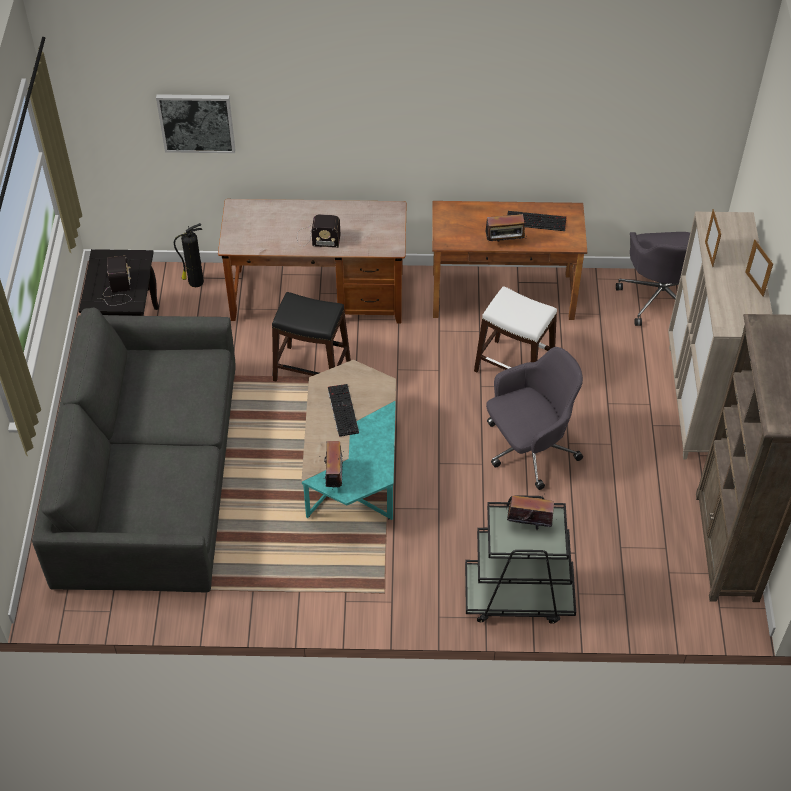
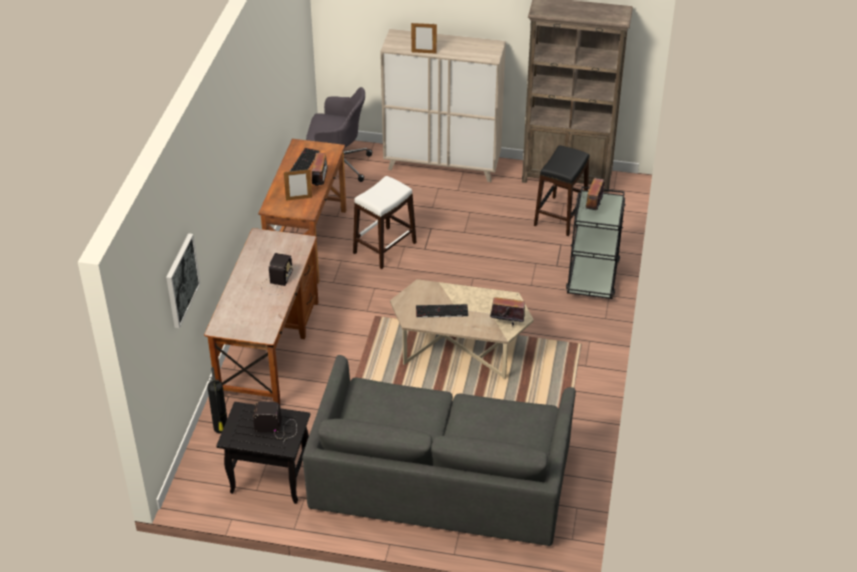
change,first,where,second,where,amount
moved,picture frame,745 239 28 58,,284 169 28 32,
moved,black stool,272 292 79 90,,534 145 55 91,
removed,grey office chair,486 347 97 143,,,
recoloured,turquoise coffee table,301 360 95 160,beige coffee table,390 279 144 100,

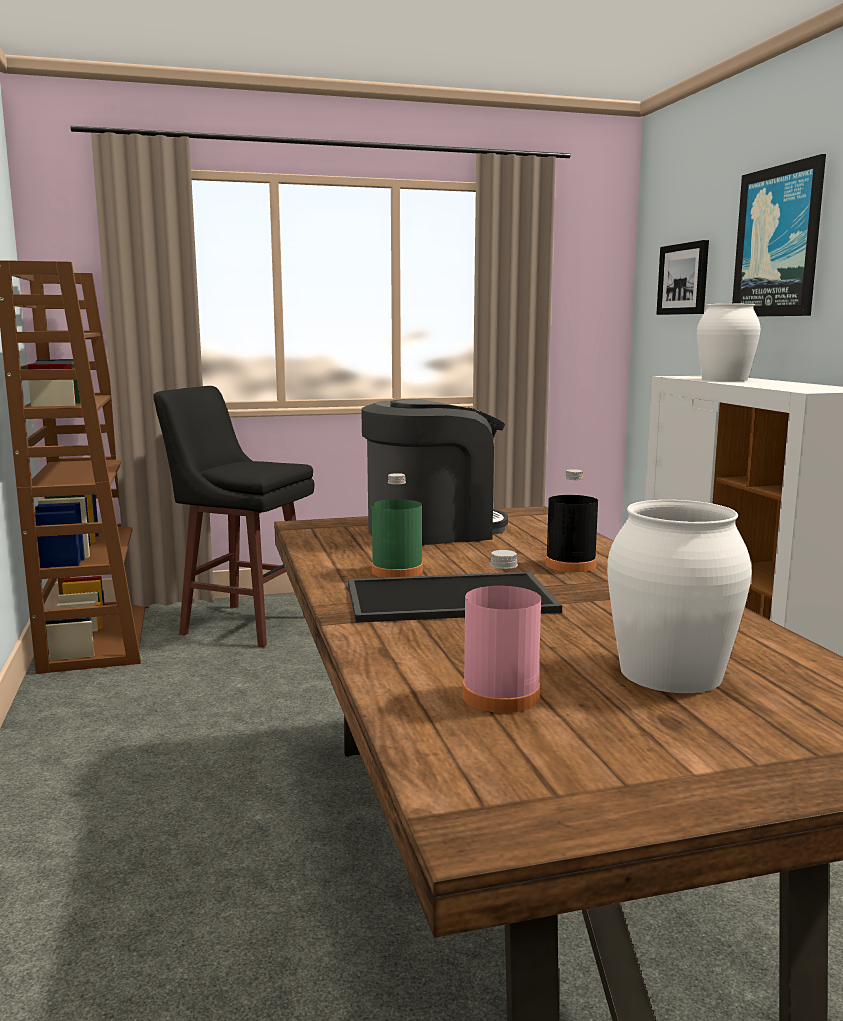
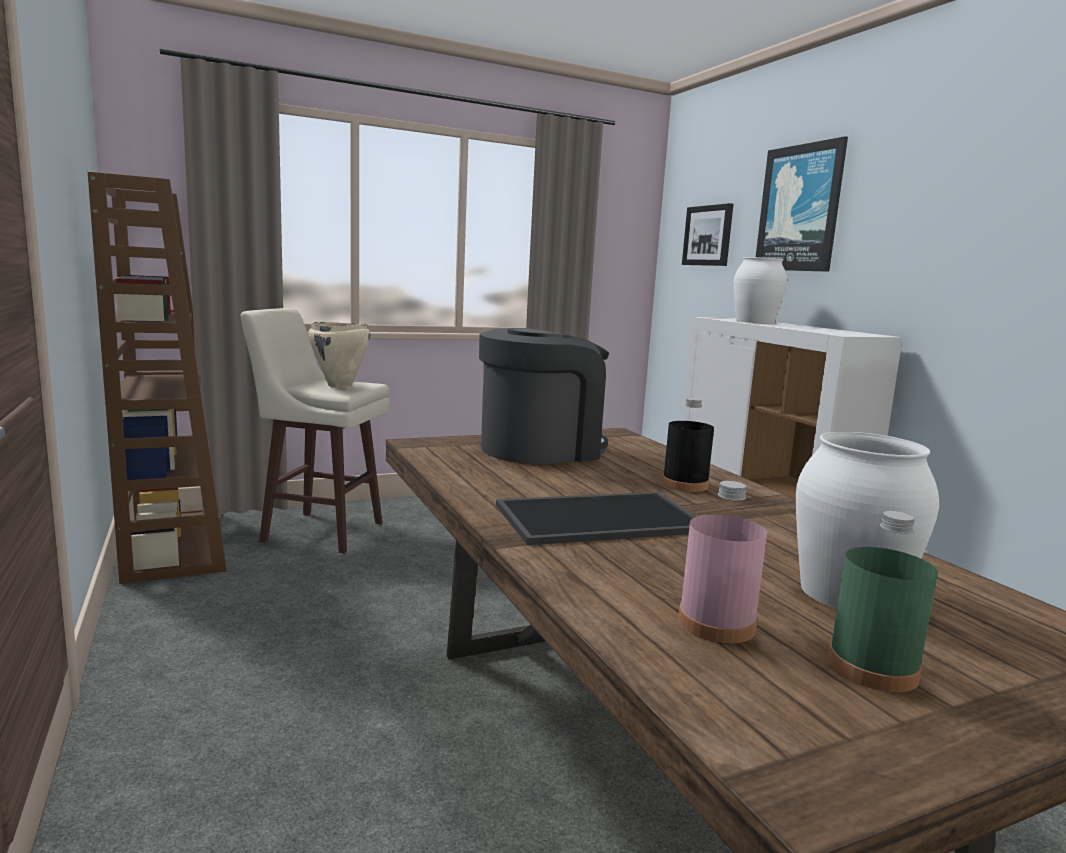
change,first,where,second,where,amount
recoloured,black stool,153 386 161 262,beige stool,241 308 149 245,
moved,green bottle,372 473 51 105,,828 511 110 181,
added,,,beige cooking pot,308 322 62 66,

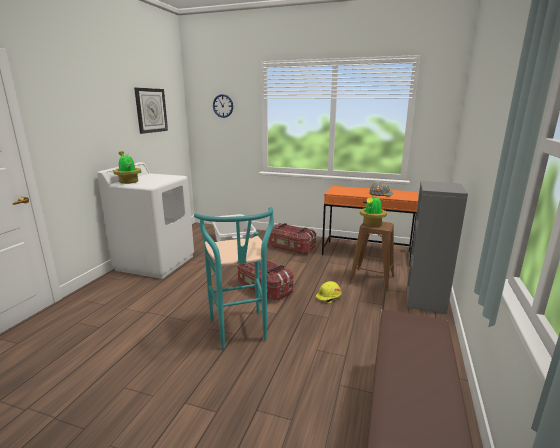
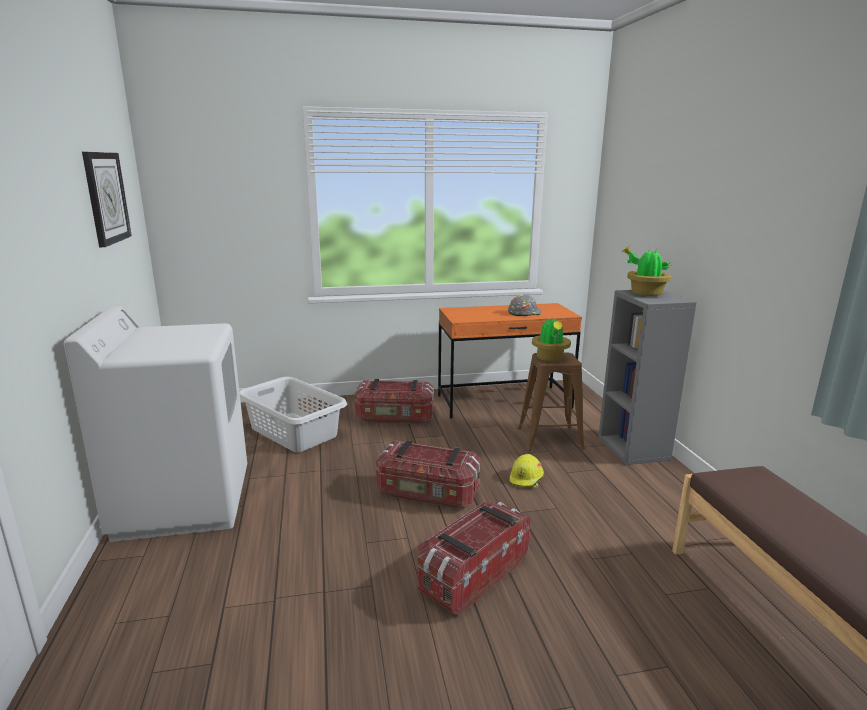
change,first,where,second,where,amount
removed,wall clock,213 94 20 24,,,
moved,potted plant,113 151 28 33,,621 246 50 50,
replaced,turquoise stool,194 207 80 142,storage box,417 502 113 114,

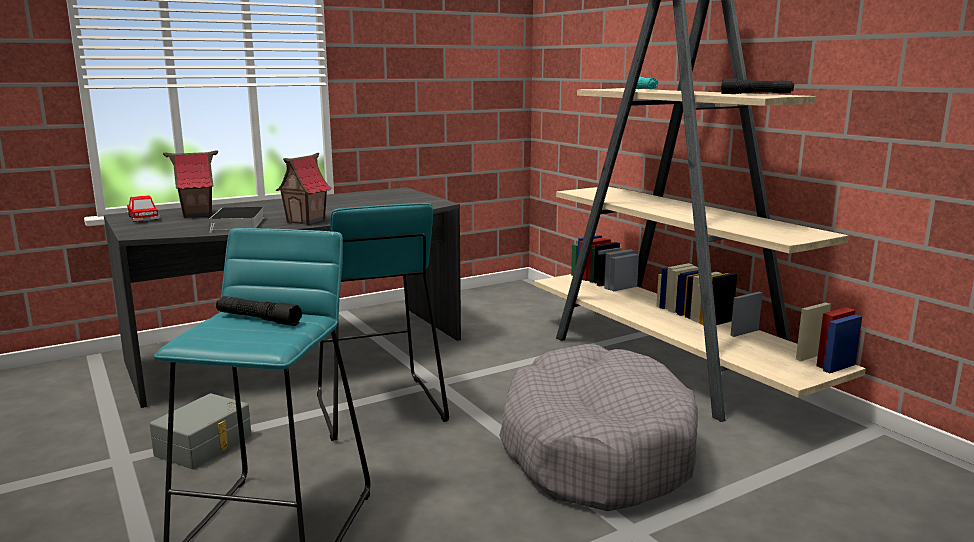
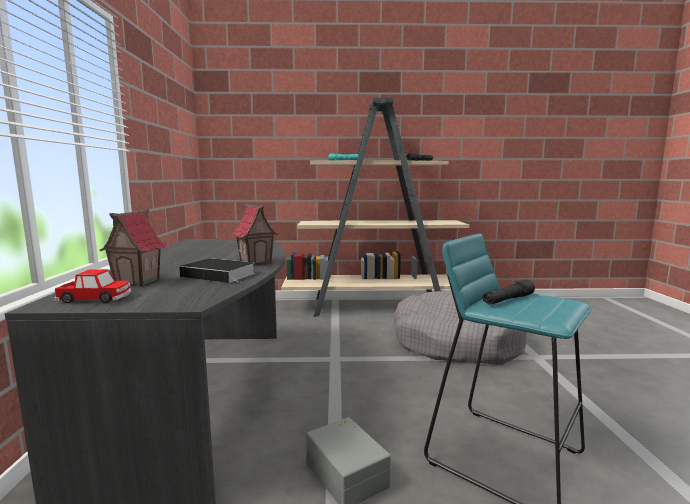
change,first,where,second,where,amount
removed,turquoise stool,317 203 132 238,,,

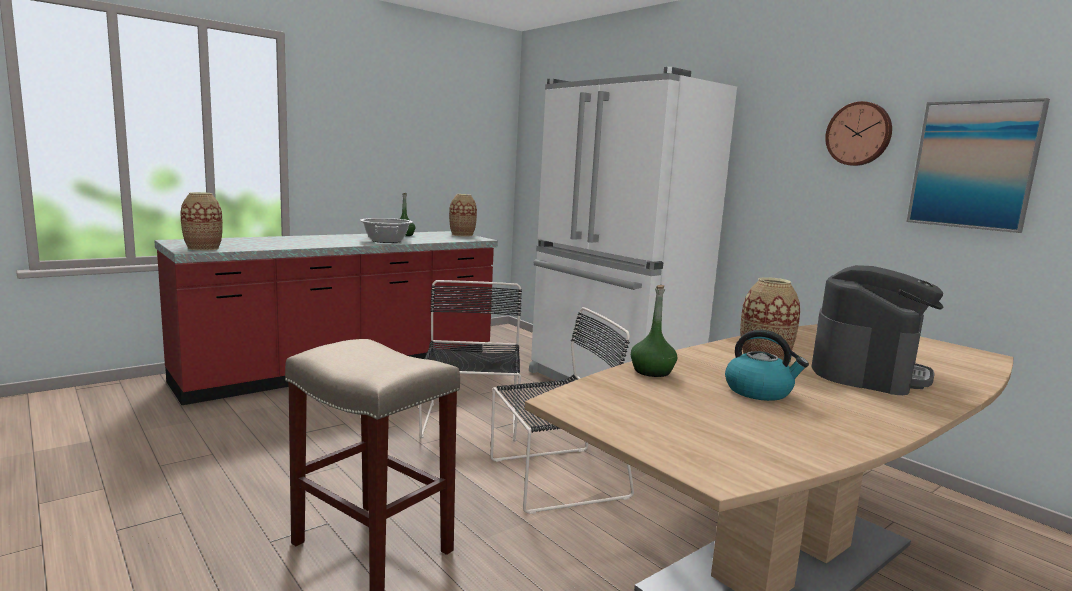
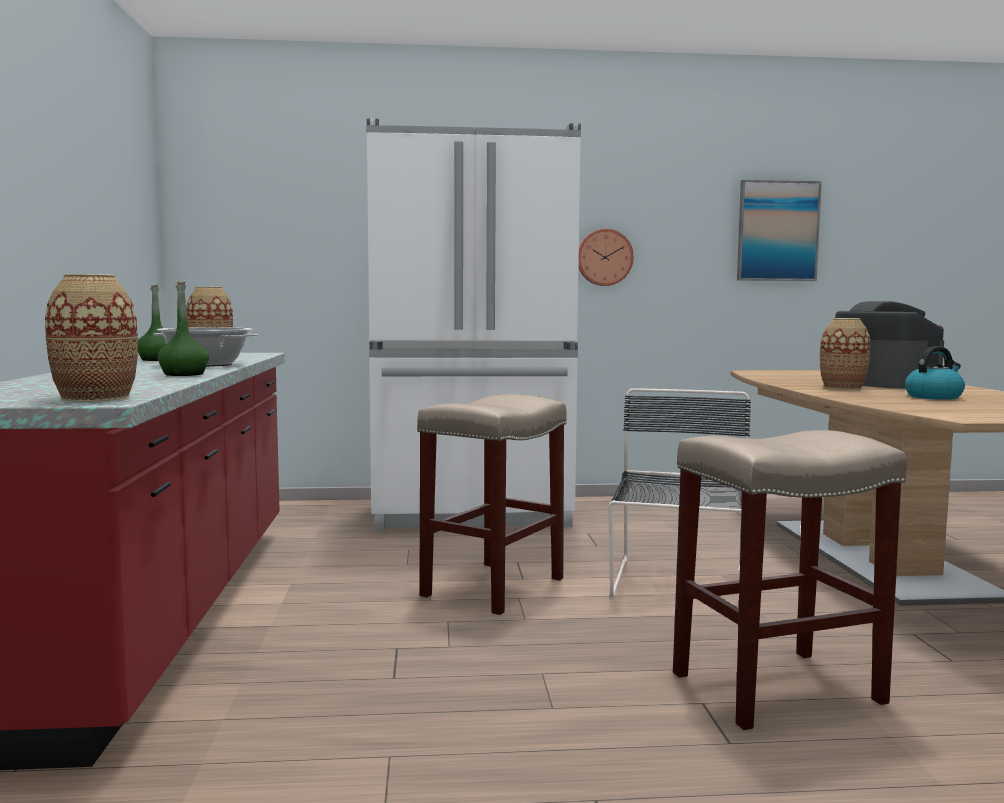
change,first,where,second,where,amount
moved,wall clock,825 101 67 65,,579 229 54 57,
replaced,black chair,419 280 103 162,beige stool,417 394 150 221,
moved,green bottle,631 285 46 92,,158 281 51 95,

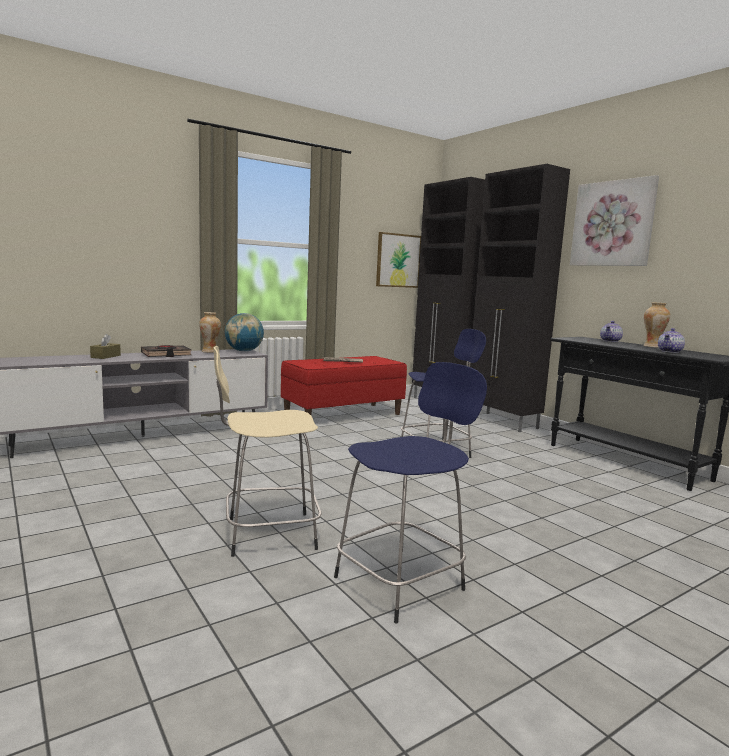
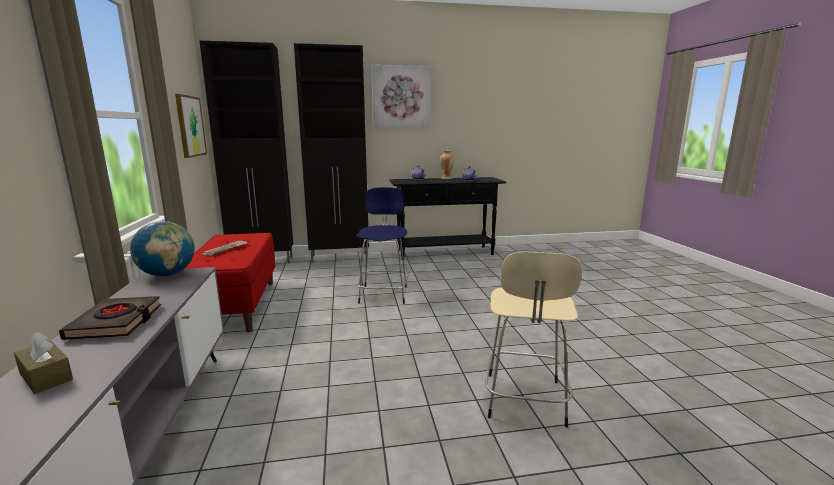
change,first,where,second,where,amount
removed,vase,199 312 22 41,,,
removed,blue stool,334 362 153 262,,,

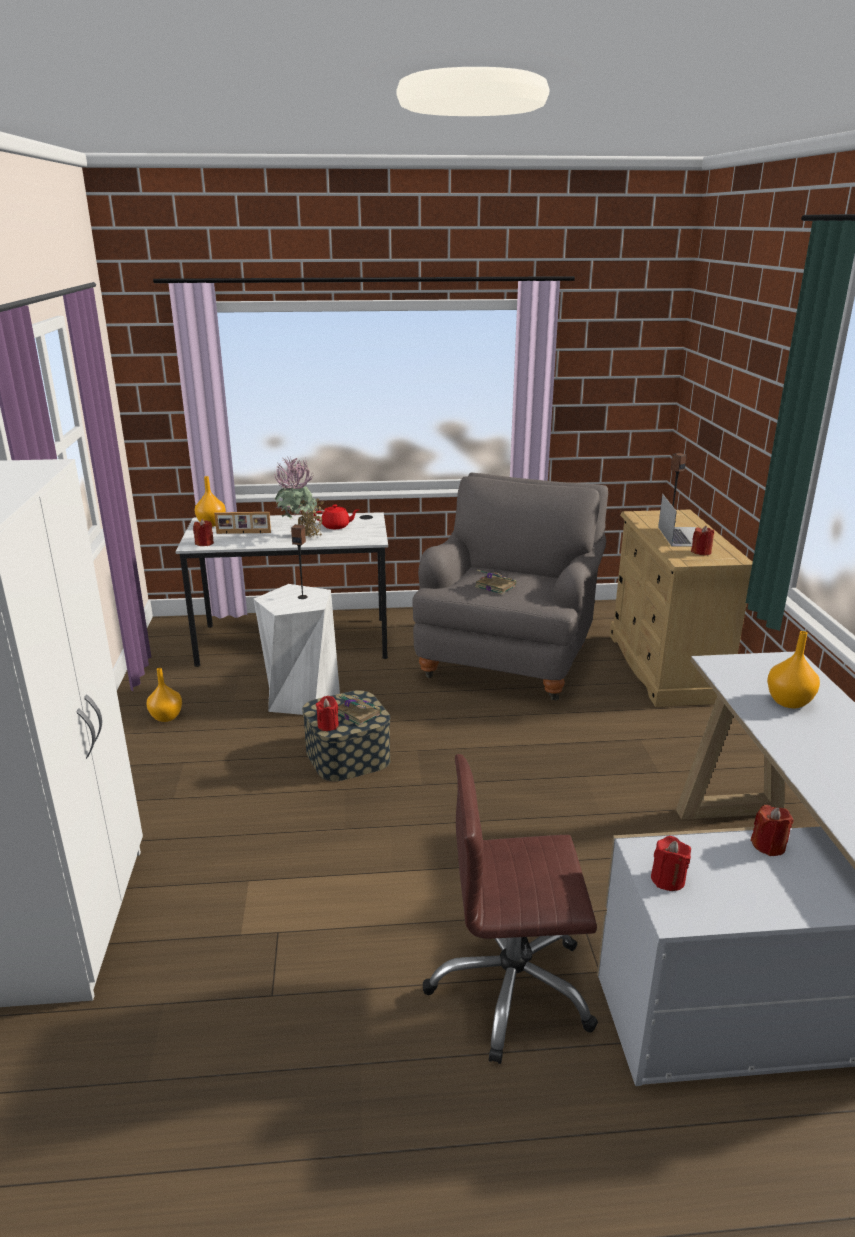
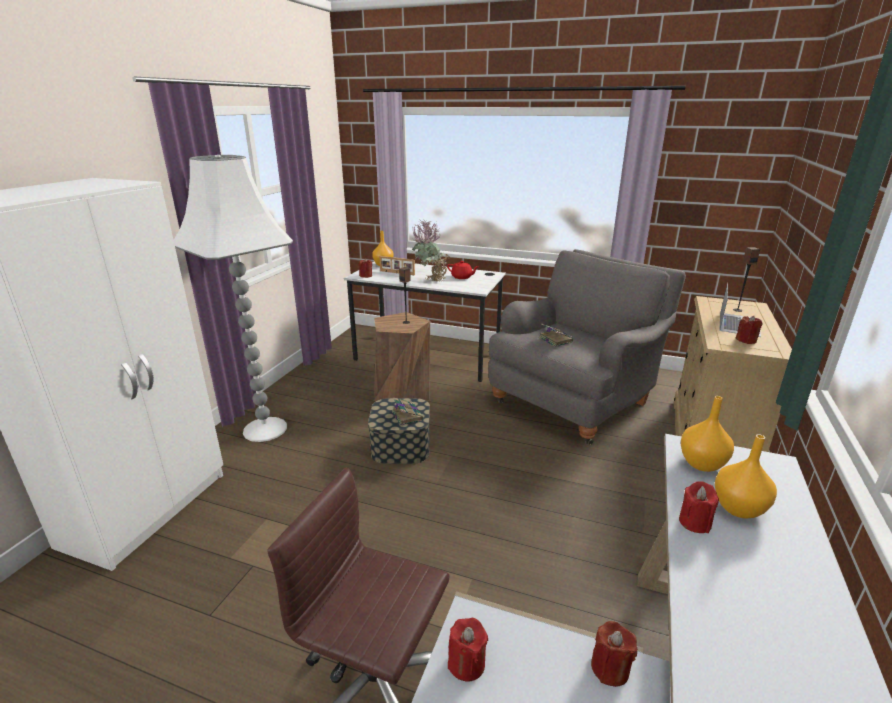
change,first,where,second,where,amount
recoloured,white stool,254 584 86 131,brown stool,374 312 56 89,
moved,orange vase,147 668 35 54,,681 396 53 76,
moved,red candle,316 696 23 35,,679 481 40 52,
added,,,white floor lamp,174 155 119 287,

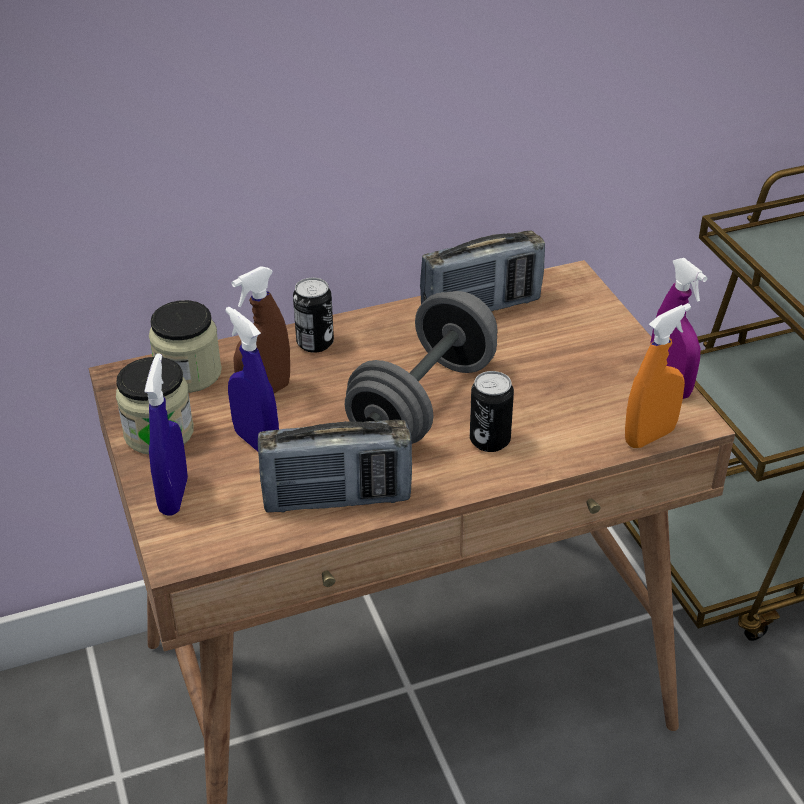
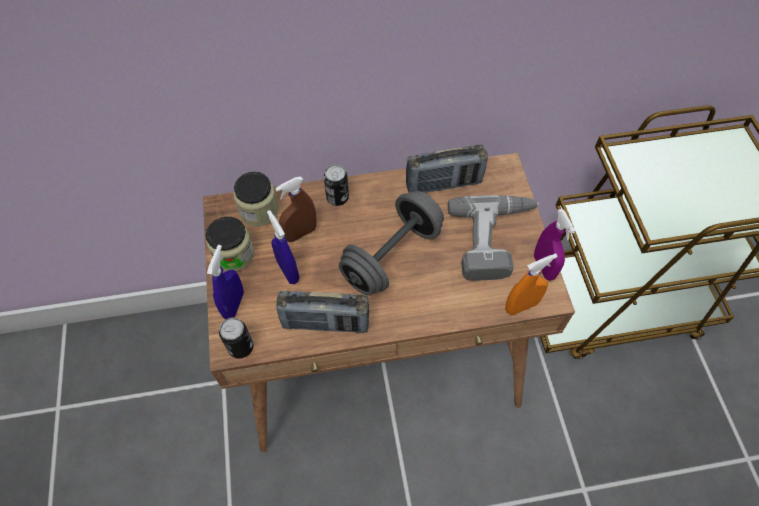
change,first,where,second,where,amount
moved,can,470 371 44 81,,219 318 34 41,
added,,,power drill,448 195 91 86,

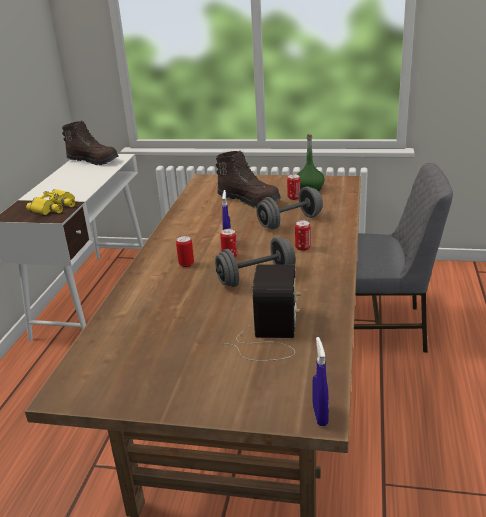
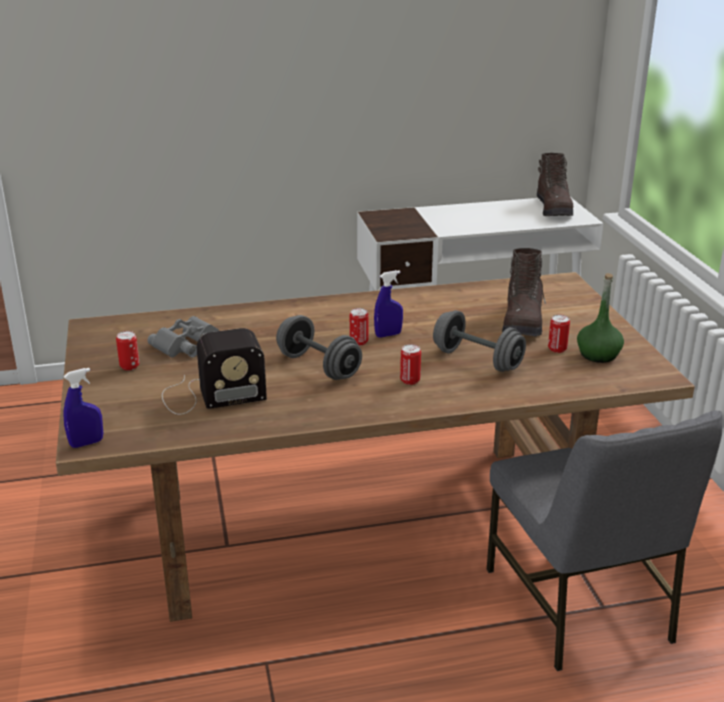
change,first,where,second,where,amount
removed,yellow binoculars,26 189 49 26,,,
moved,can,176 236 18 31,,116 331 23 39,
added,,,grey binoculars,148 316 71 42,

